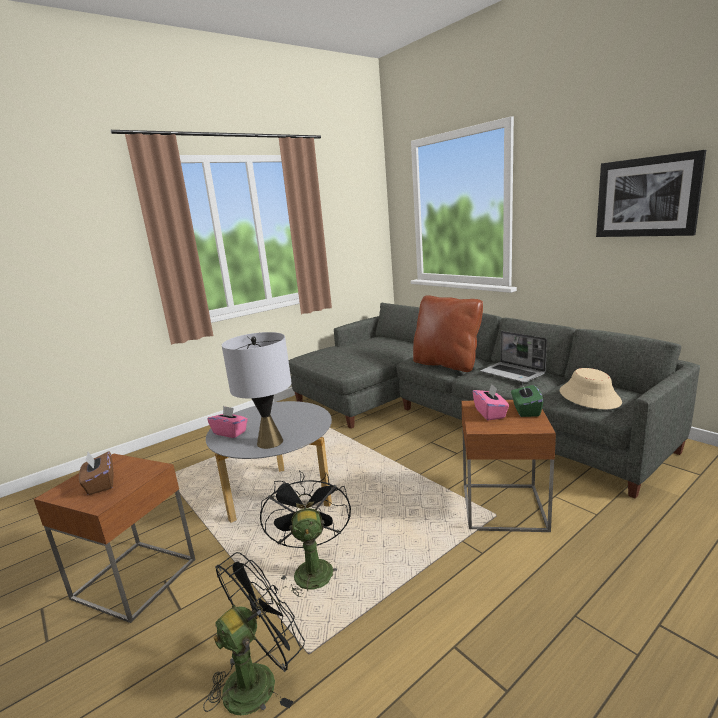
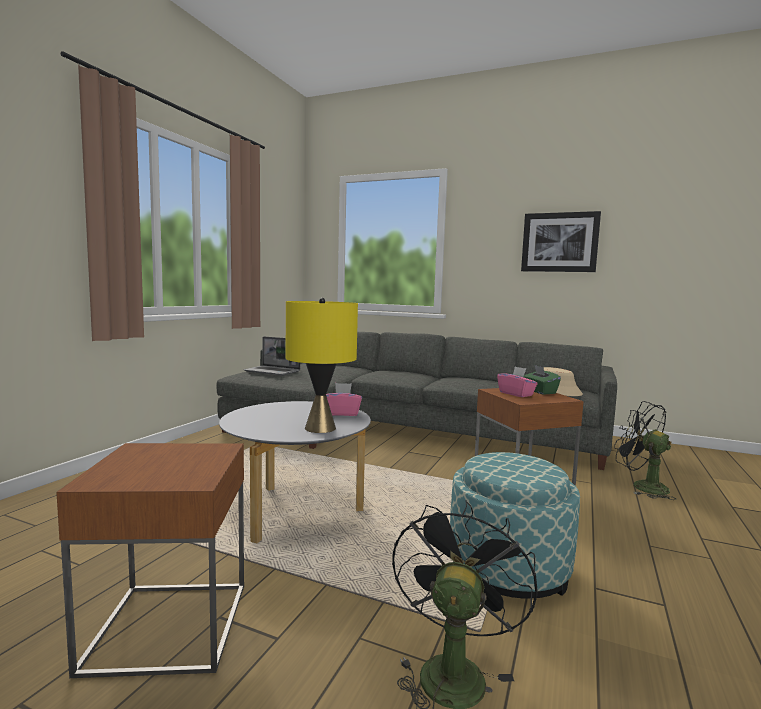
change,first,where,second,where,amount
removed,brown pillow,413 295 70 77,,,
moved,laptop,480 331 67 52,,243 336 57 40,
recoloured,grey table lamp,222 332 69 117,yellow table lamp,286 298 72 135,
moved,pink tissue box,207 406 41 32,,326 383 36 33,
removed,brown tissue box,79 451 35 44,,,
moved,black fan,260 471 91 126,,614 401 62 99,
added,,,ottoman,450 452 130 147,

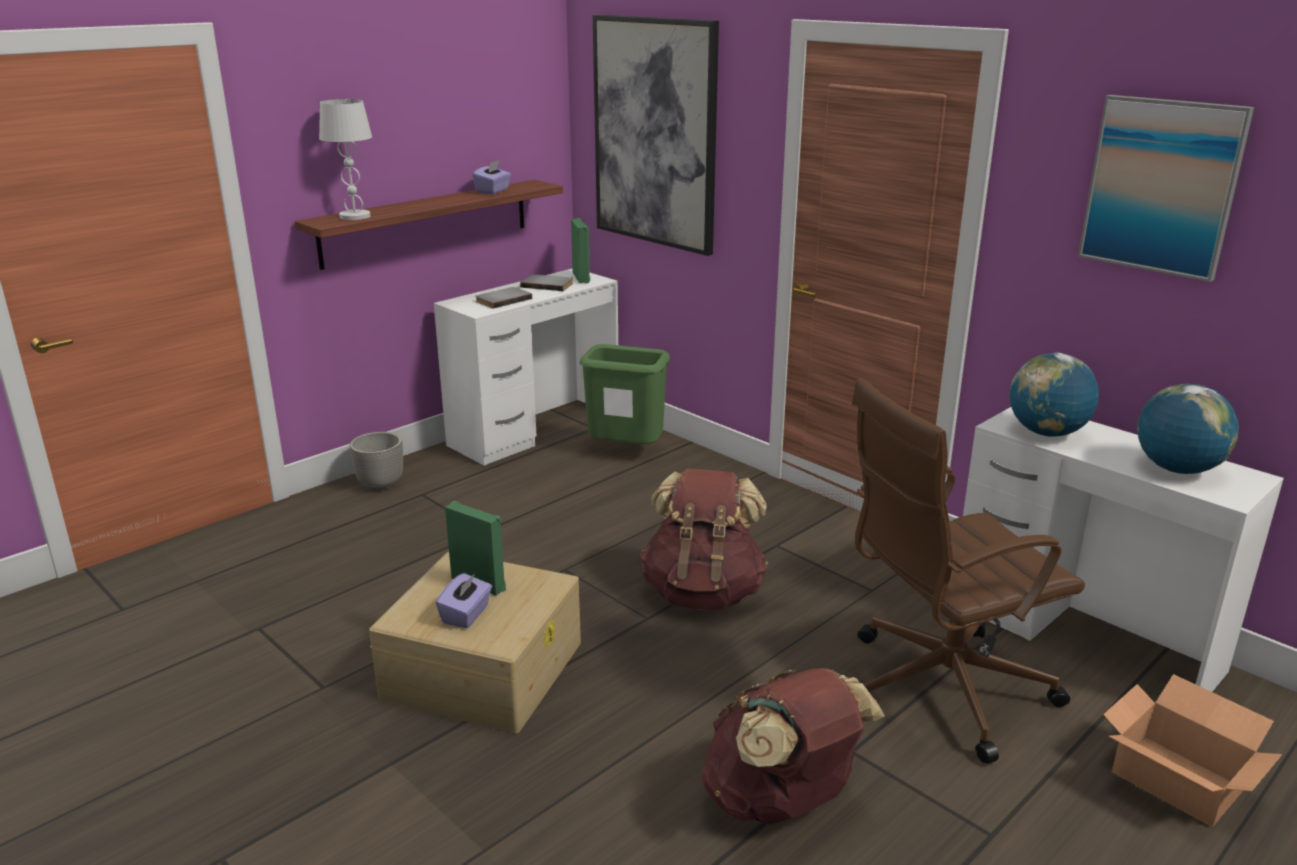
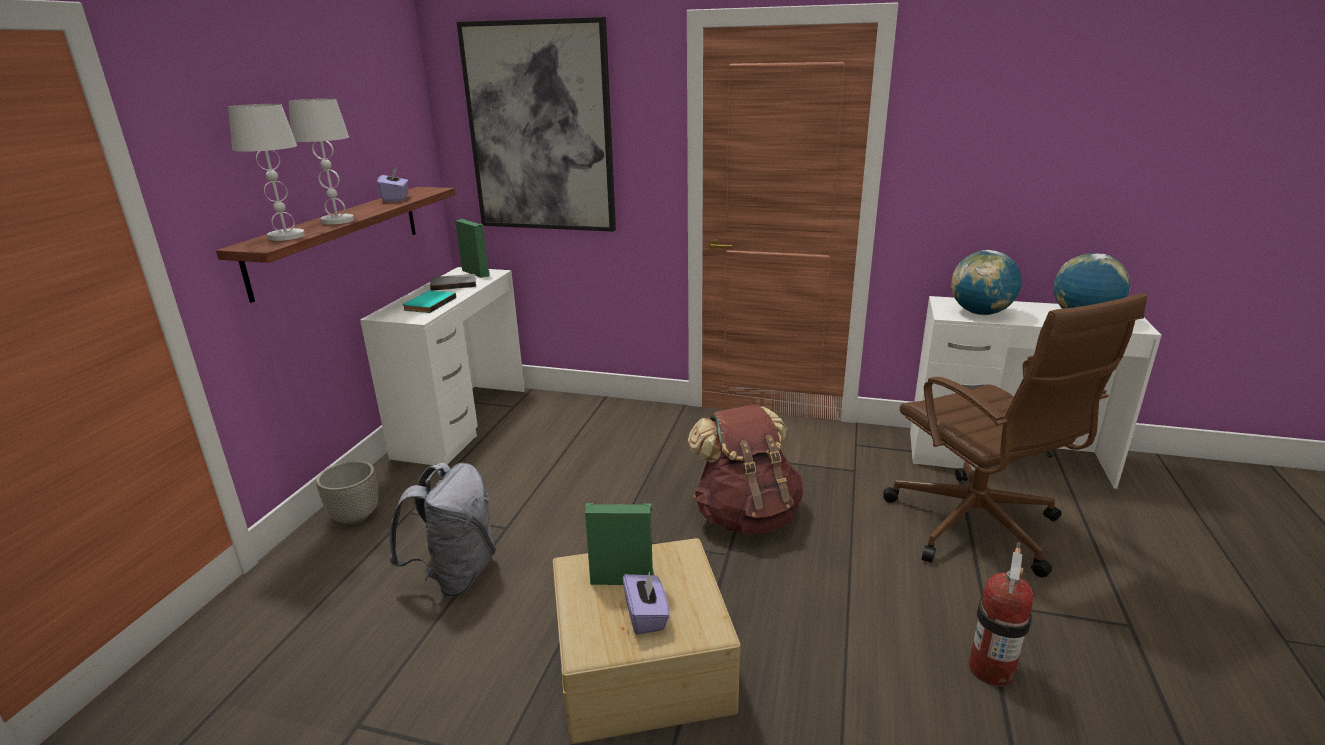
change,first,where,second,where,amount
removed,picture,1078 95 176 187,,,
recoloured,grey book,475 287 57 22,turquoise book,403 291 53 22,
removed,green trash can,579 344 91 100,,,
turned,brown office chair,852 378 233 386,,883 293 264 284,60 degrees counterclockwise
replaced,brown backpack,701 668 184 157,fire extinguisher,969 542 65 145,
removed,cardboard box,1103 674 179 153,,,
added,,,white table lamp,289 98 65 126,
added,,,grey backpack,389 463 107 134,

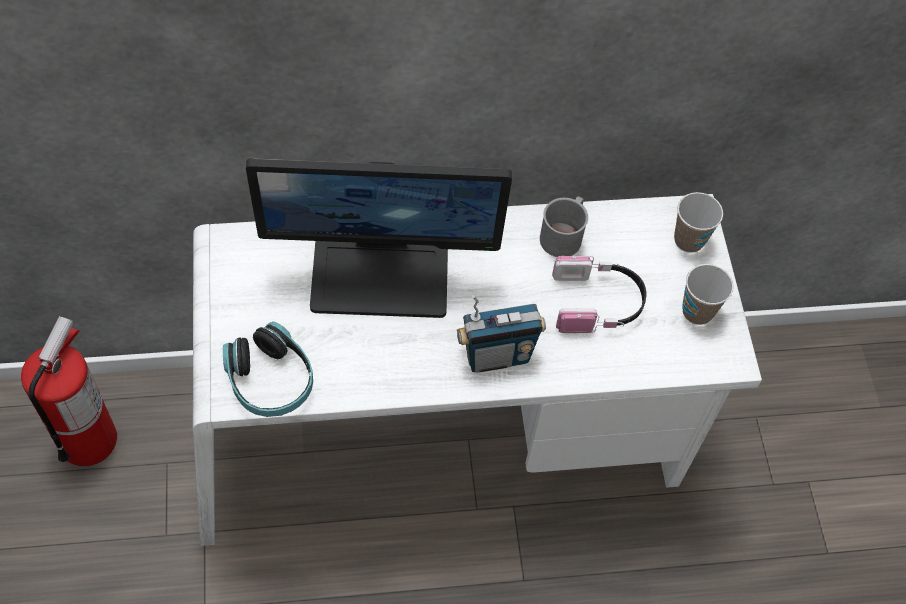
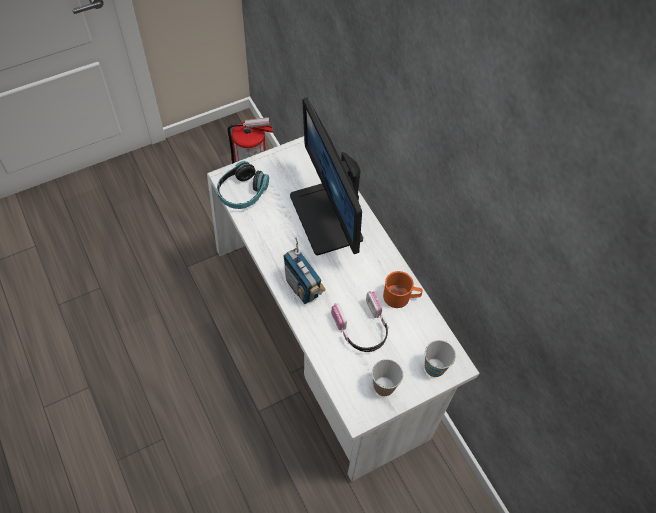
change,first,where,second,where,amount
recoloured,grey mug,540 196 48 61,orange mug,383 271 39 37,

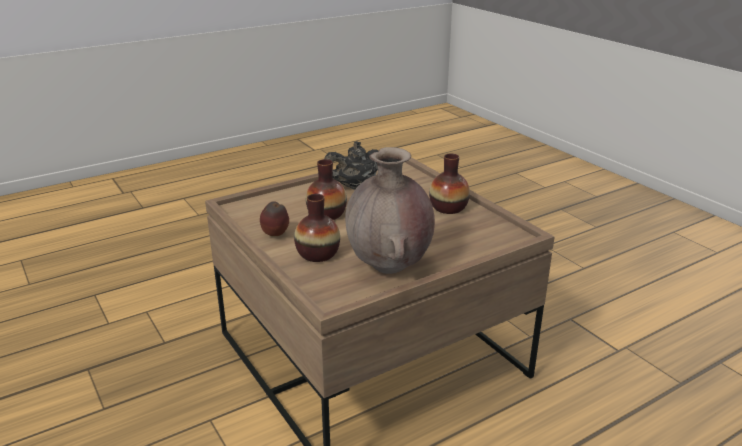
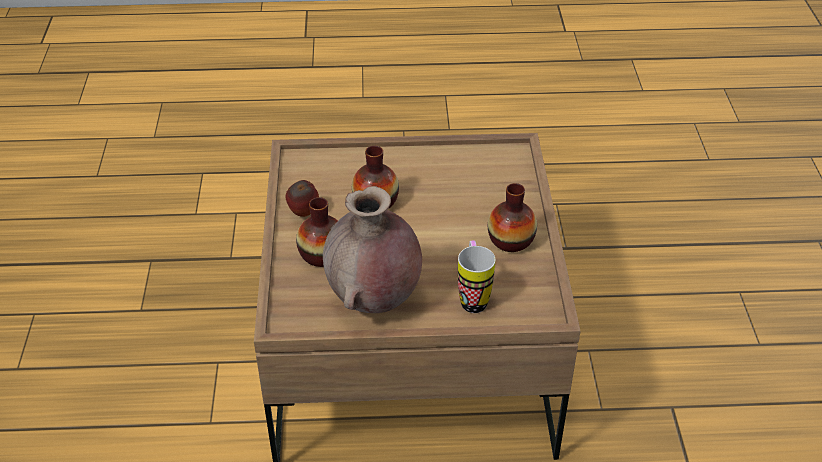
change,first,where,second,where,amount
removed,black teapot,324 141 54 48,,,
added,,,mug,458 240 37 73,

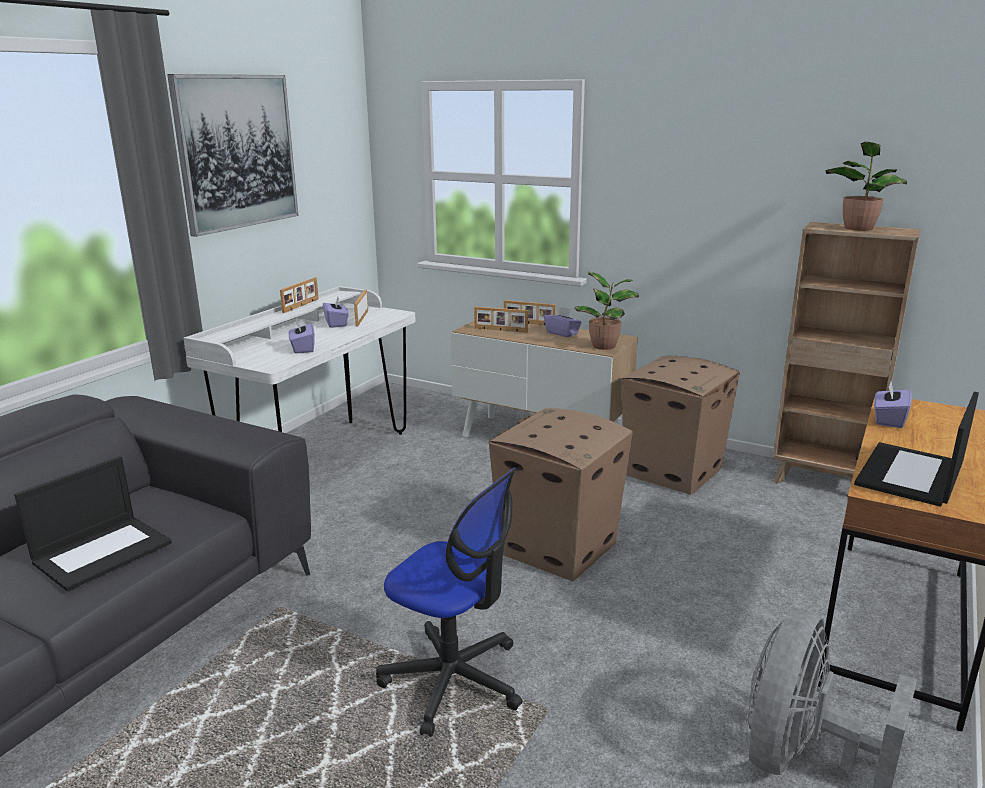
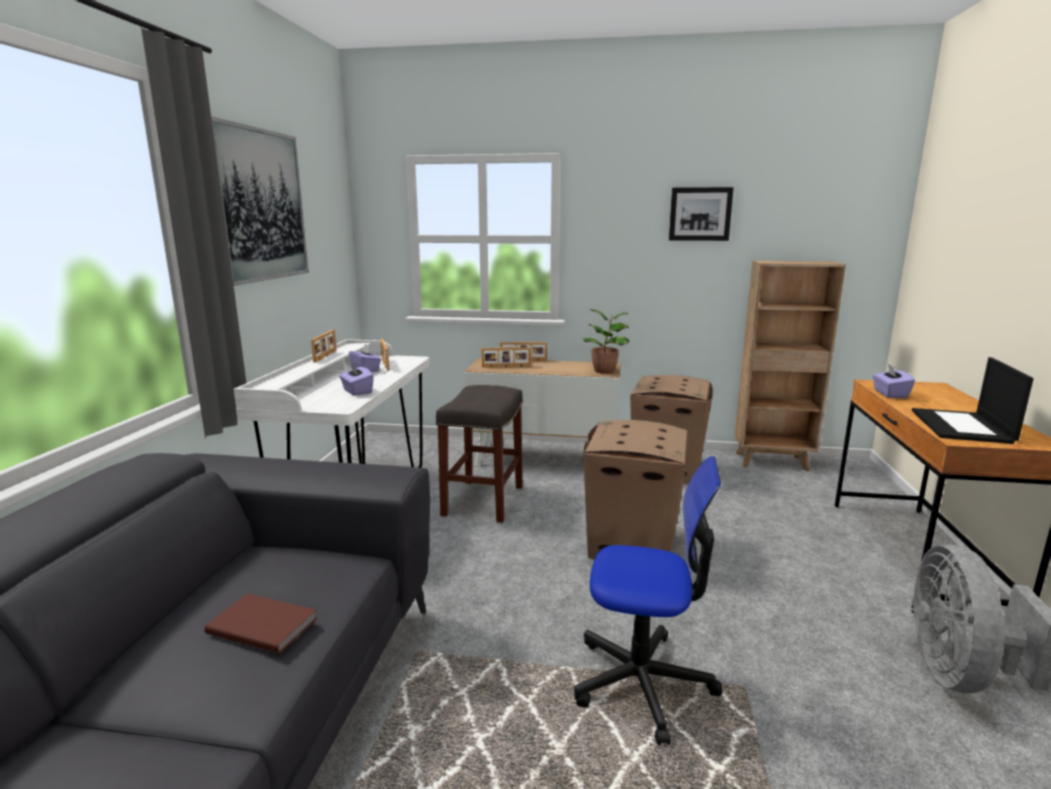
change,first,where,second,where,amount
removed,potted plant,825 142 82 89,,,
removed,purple tissue box,544 306 38 31,,,
replaced,laptop,14 456 158 135,brown book,205 593 113 61,
added,,,picture,669 187 65 54,
added,,,grey stool,436 385 87 138,

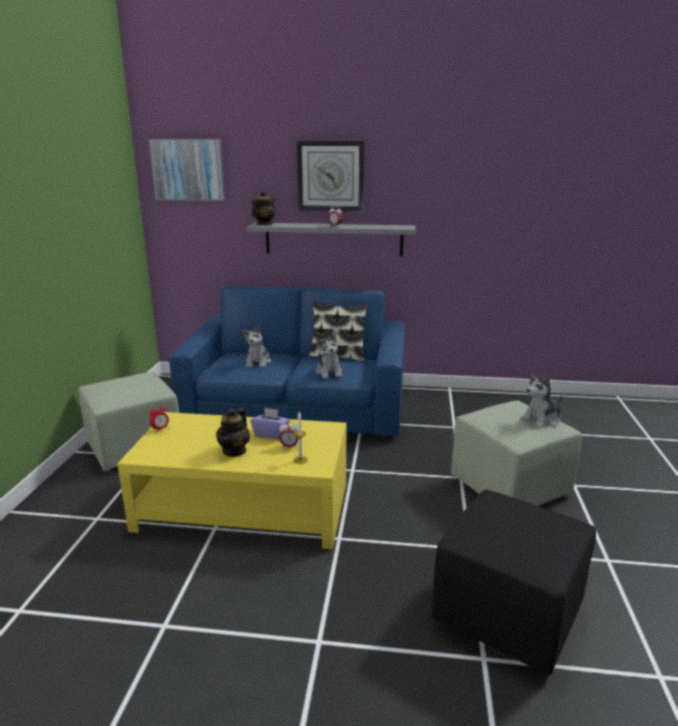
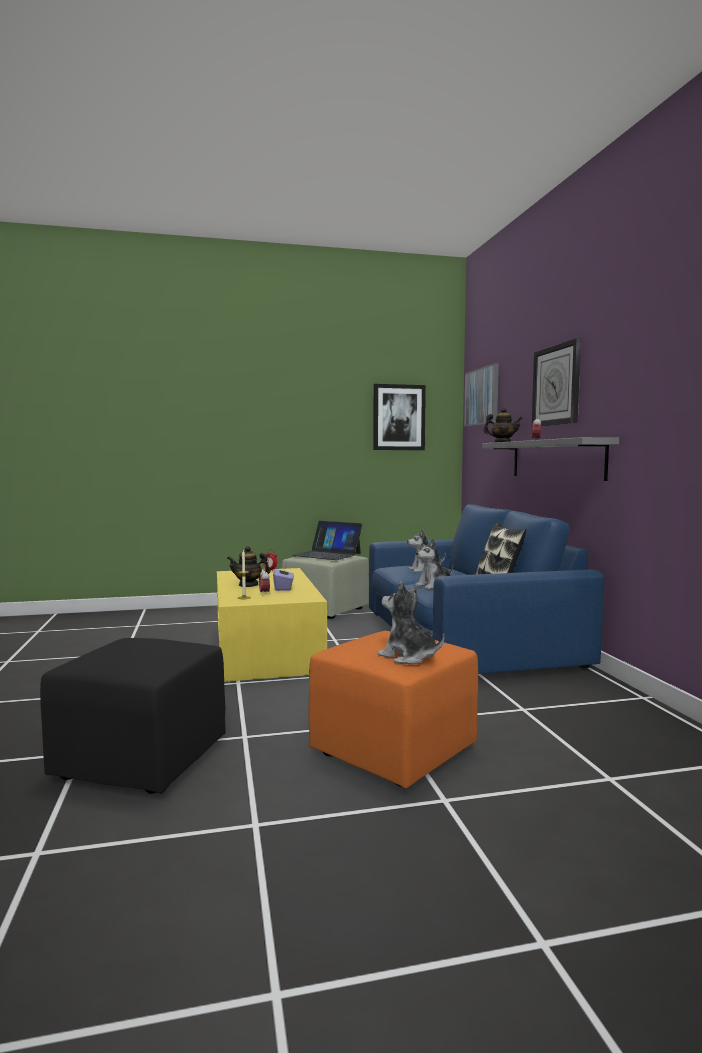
change,first,where,second,where,amount
recoloured,green ottoman,451 400 131 106,orange ottoman,308 631 170 157,
added,,,picture,373 384 53 66,
added,,,laptop,292 521 70 39,

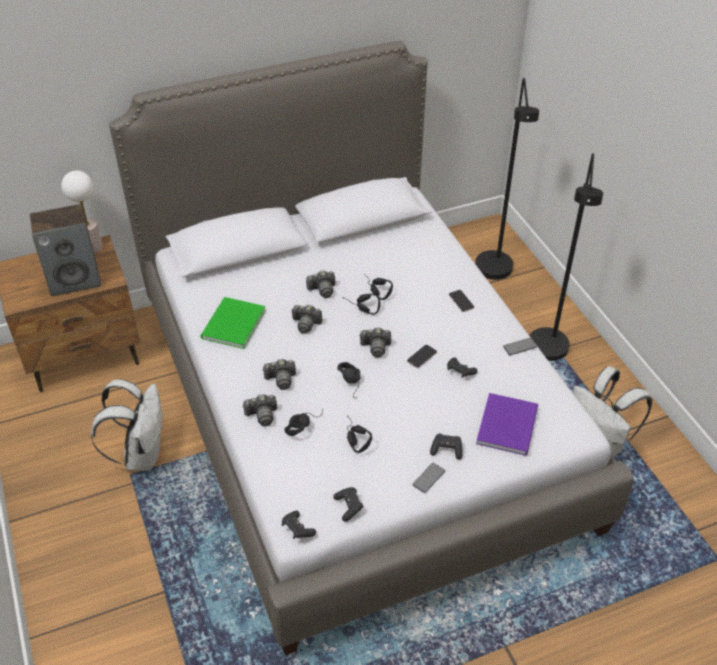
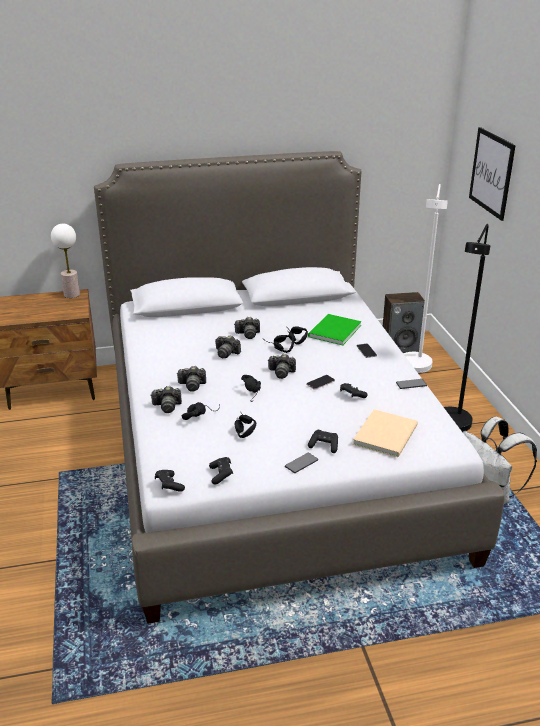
change,first,where,second,where,amount
recoloured,black floor lamp,475 78 64 202,white floor lamp,403 184 45 189,
moved,speaker,30 204 71 92,,383 292 42 61,
moved,green book,201 297 65 52,,308 314 54 32,
removed,white backpack,91 379 72 92,,,
recoloured,purple book,476 393 62 63,beige book,353 409 65 48,
added,,,picture,469 127 47 94,

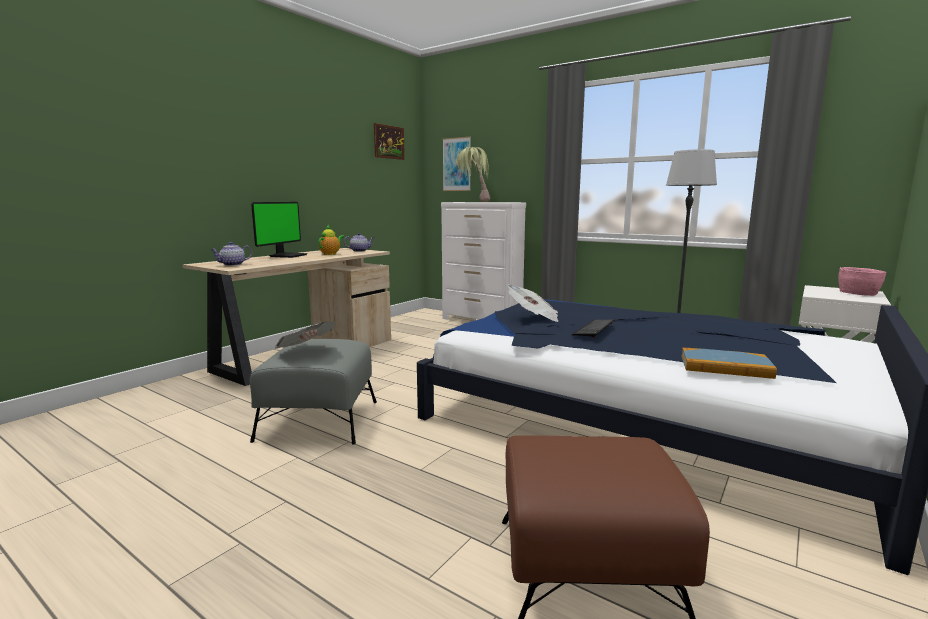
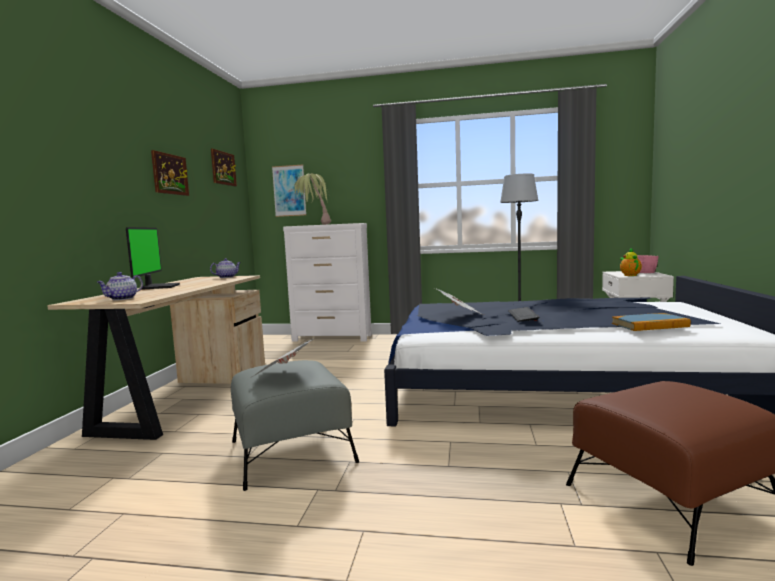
change,first,where,second,where,amount
moved,teapot,318 225 26 30,,620 248 22 28,
added,,,picture,151 150 38 46,

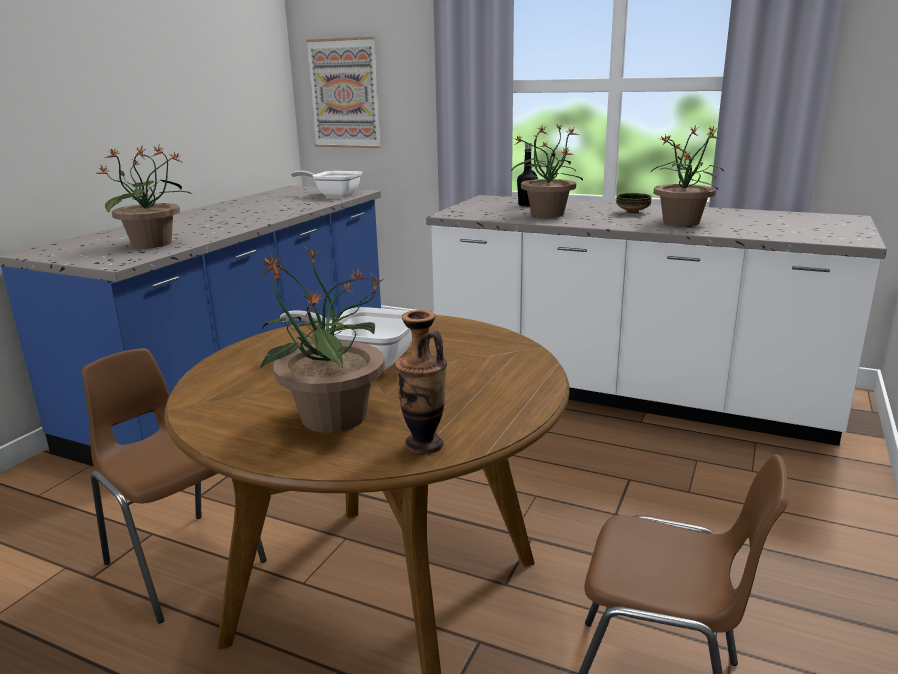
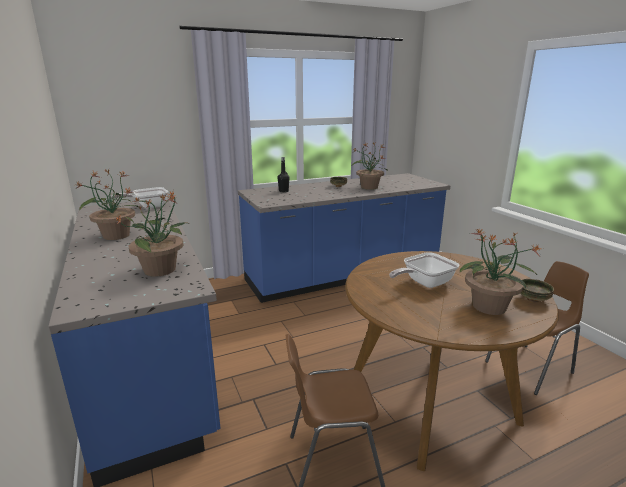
change,first,where,second,where,amount
removed,picture,306 37 75 111,,,
moved,potted plant,511 124 72 94,,76 169 63 71,
recoloured,white counter,426 195 461 251,blue counter,238 173 212 130,
replaced,vase,395 310 52 145,bowl,520 279 34 23,

